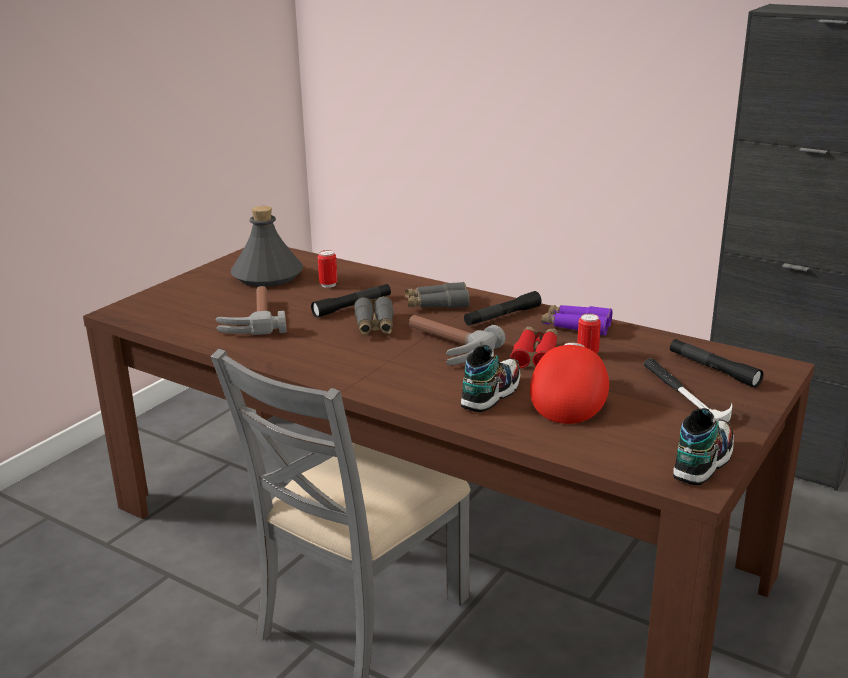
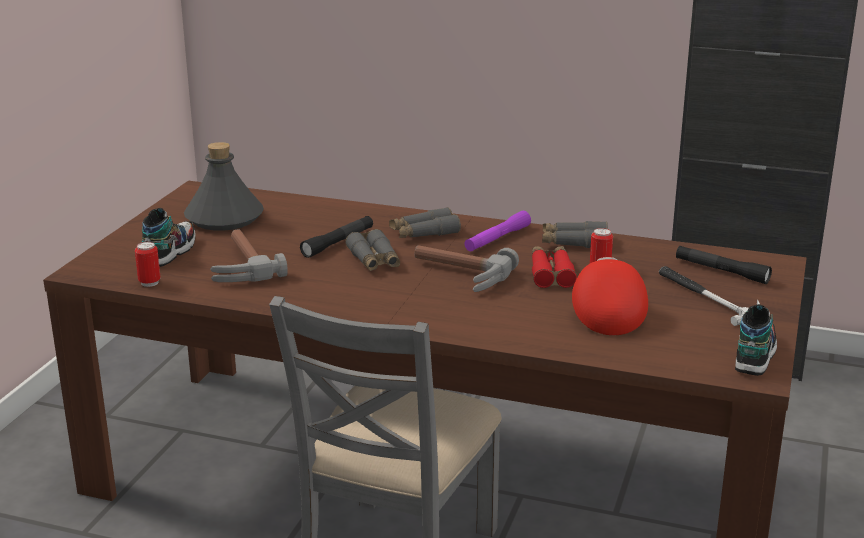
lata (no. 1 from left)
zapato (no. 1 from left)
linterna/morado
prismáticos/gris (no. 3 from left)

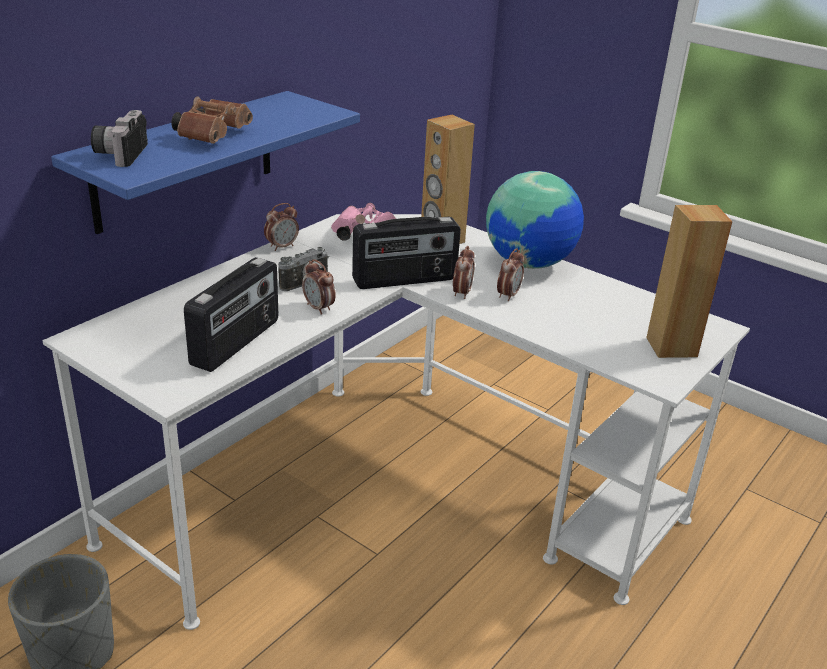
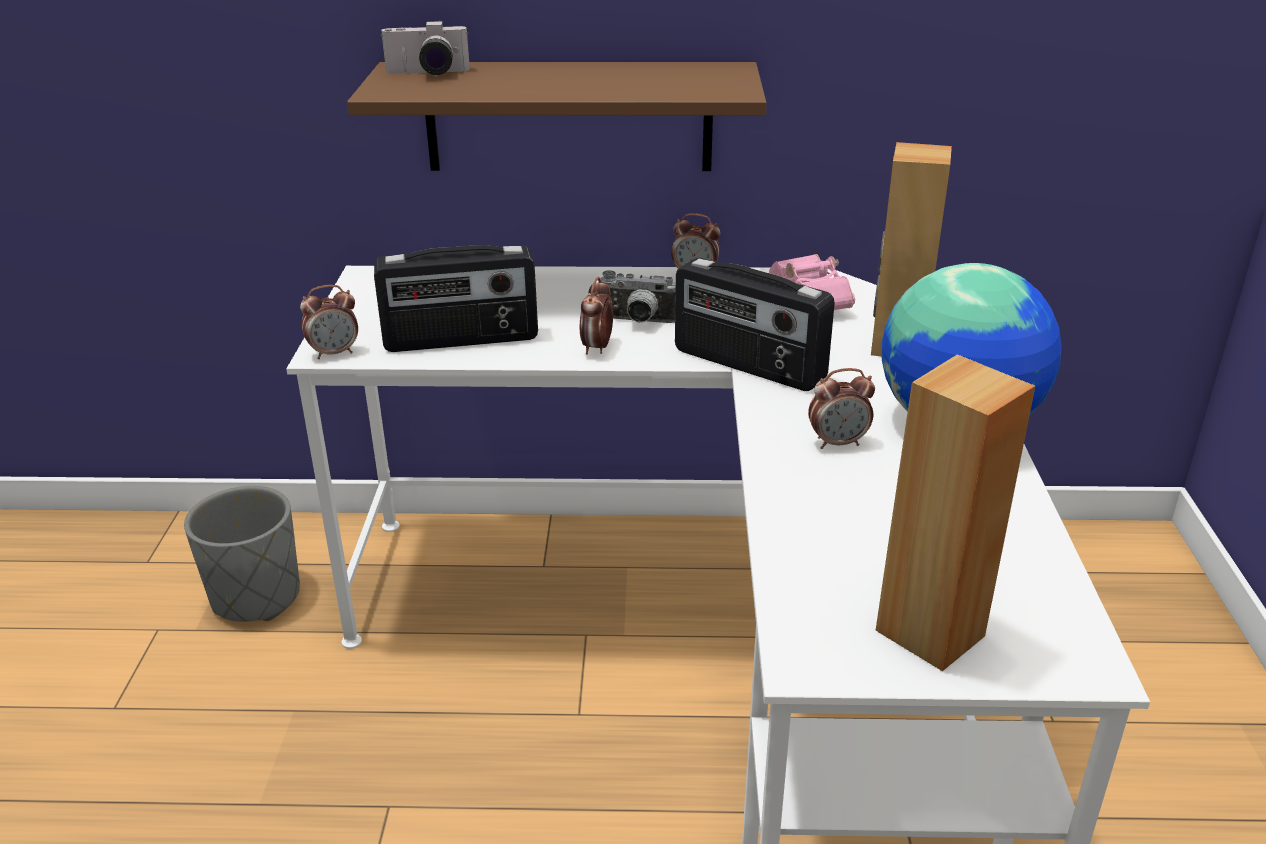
despertador (no. 1 from left)
estante/marrón
cámara (no. 1 from left)
prismáticos/marrón

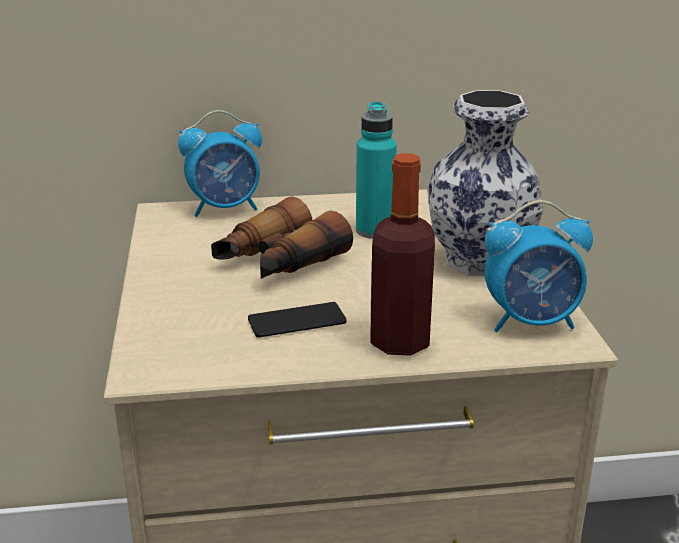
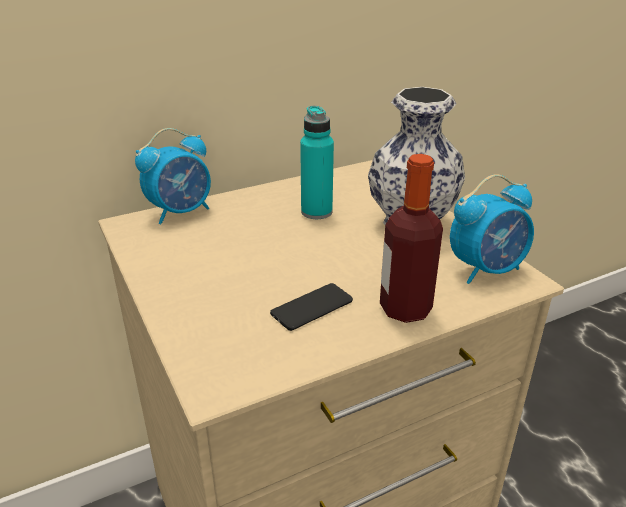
prismáticos

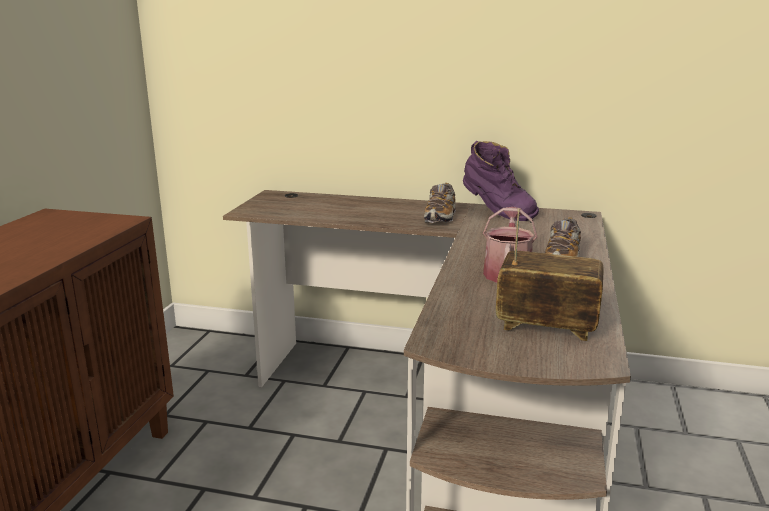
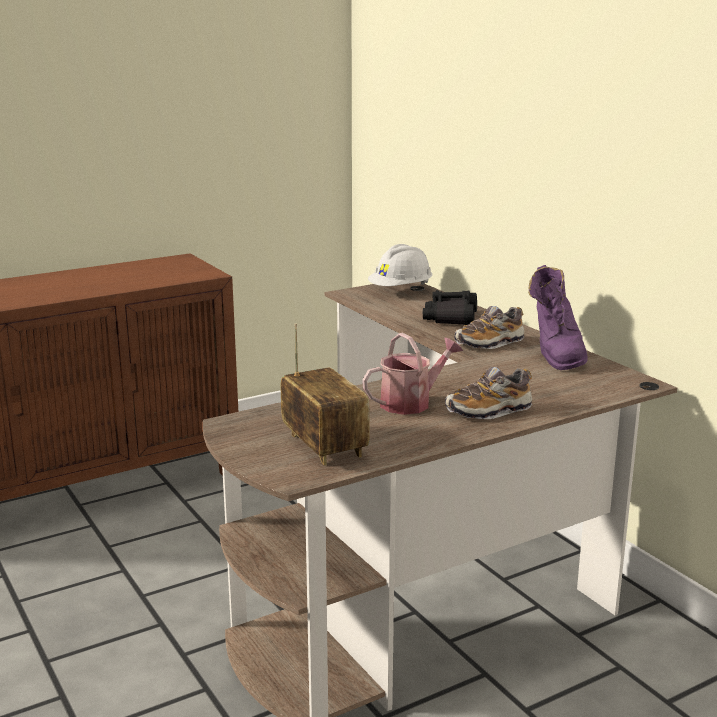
casco/blanco
prismáticos/negro

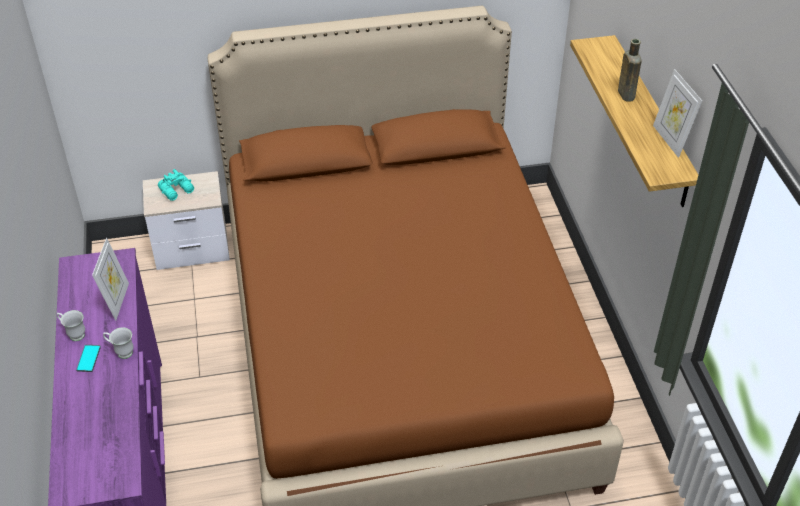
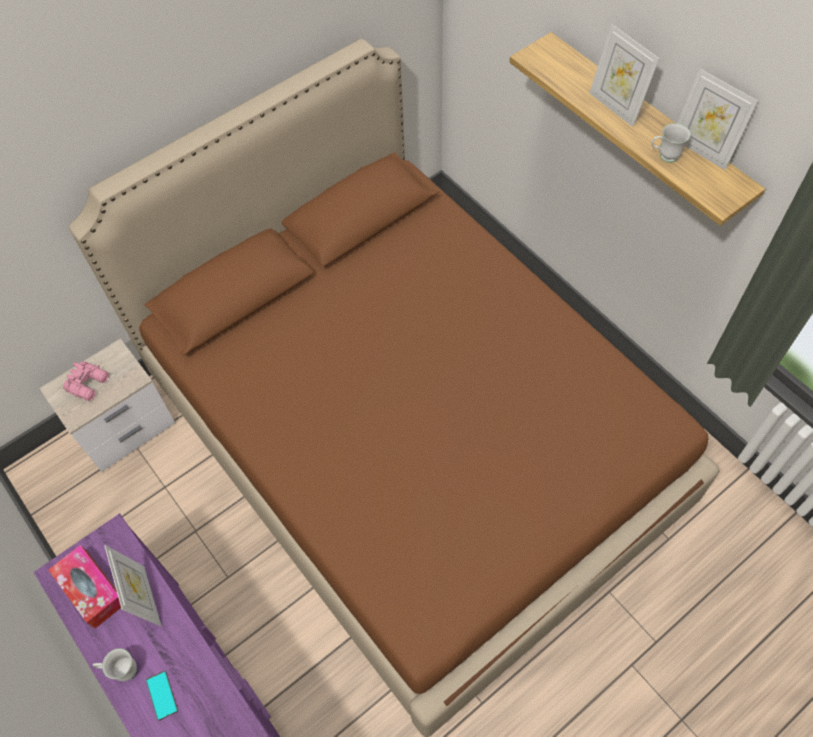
caja de pañuelos
prismáticos/rosa
portarretratos (no. 2 from left)
taza grande/blanco (no. 2 from left)

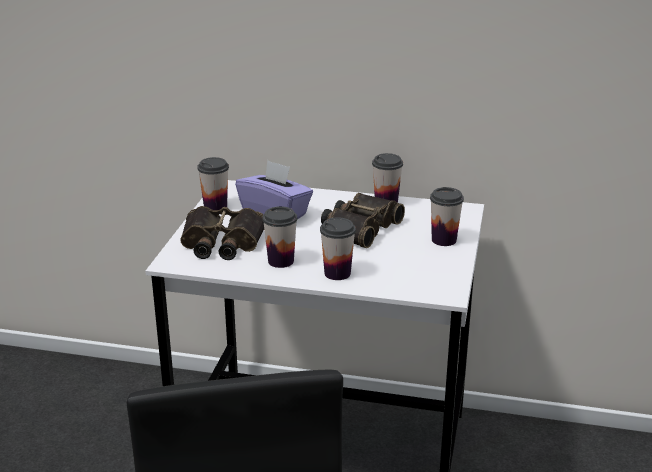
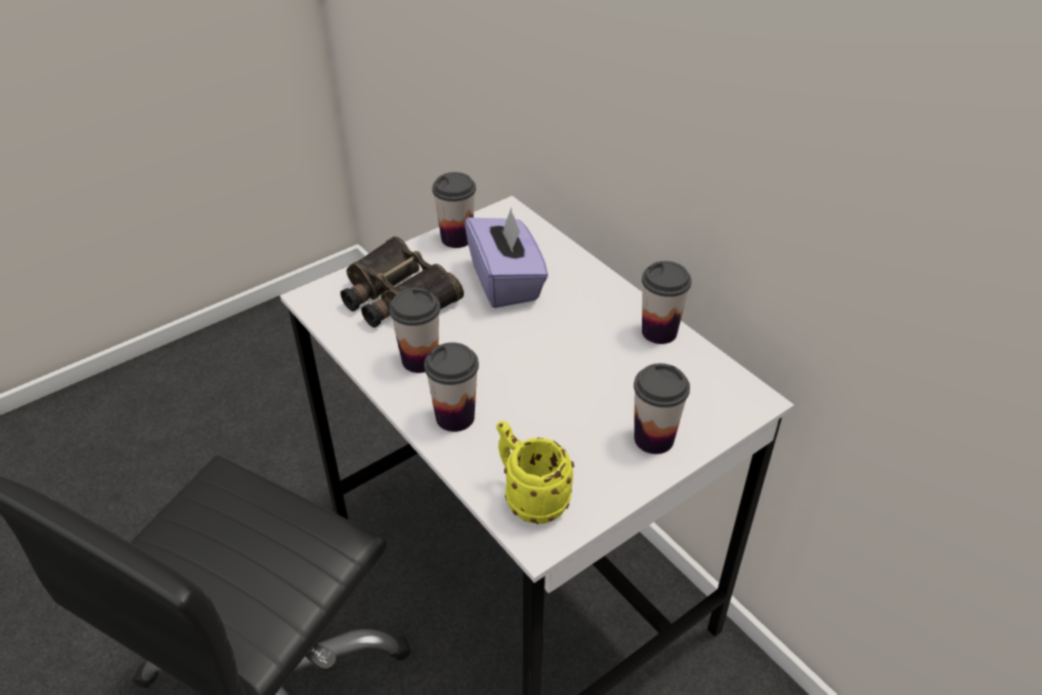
taza grande/amarillo
prismáticos (no. 2 from left in the first image)

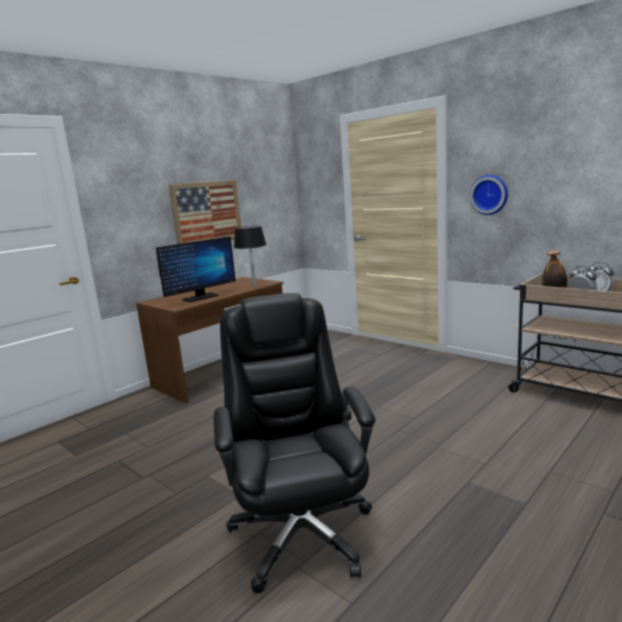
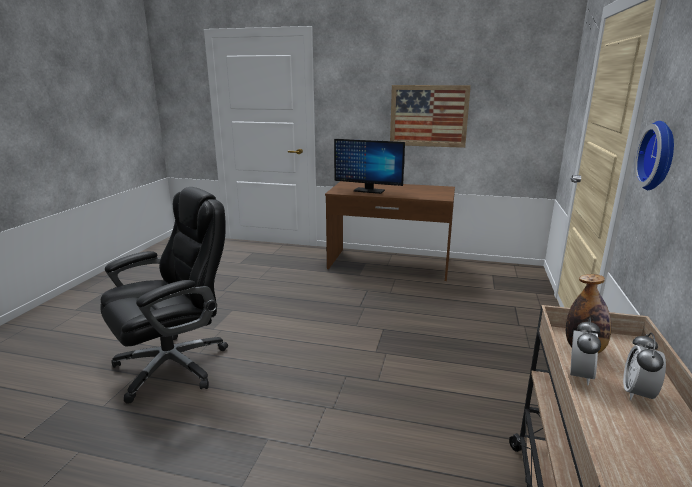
lámpara de mesa/negro

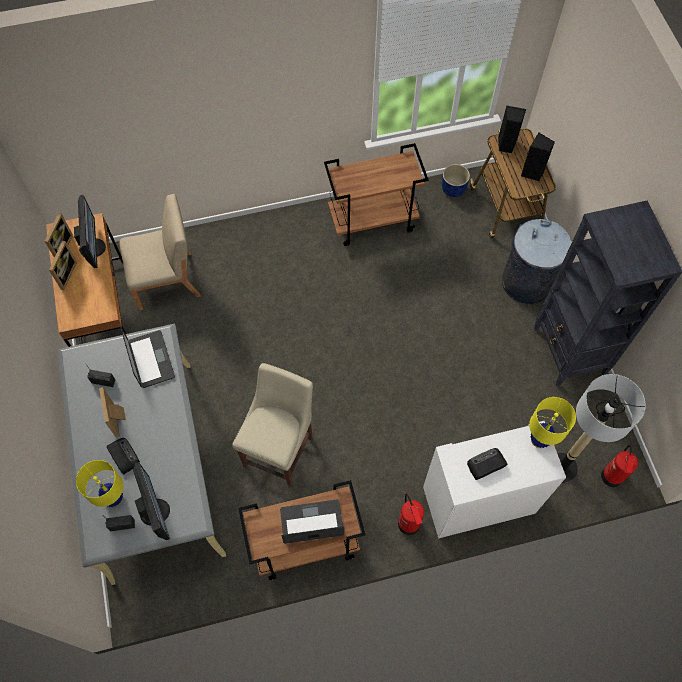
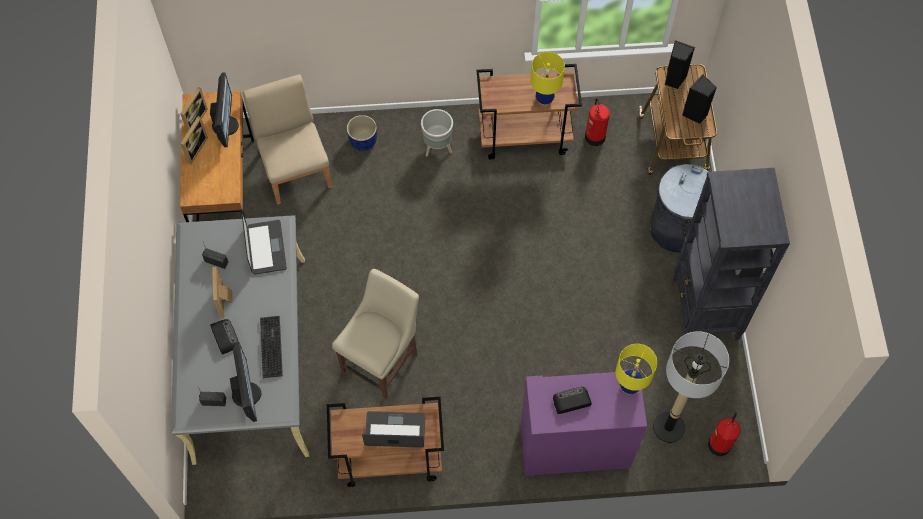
silla/beis (no. 1 from left)
teclado
maceta/azul
maceta/gris
armario/morado
lámpara de mesa/amarillo (no. 1 from left)
extintor (no. 1 from left)

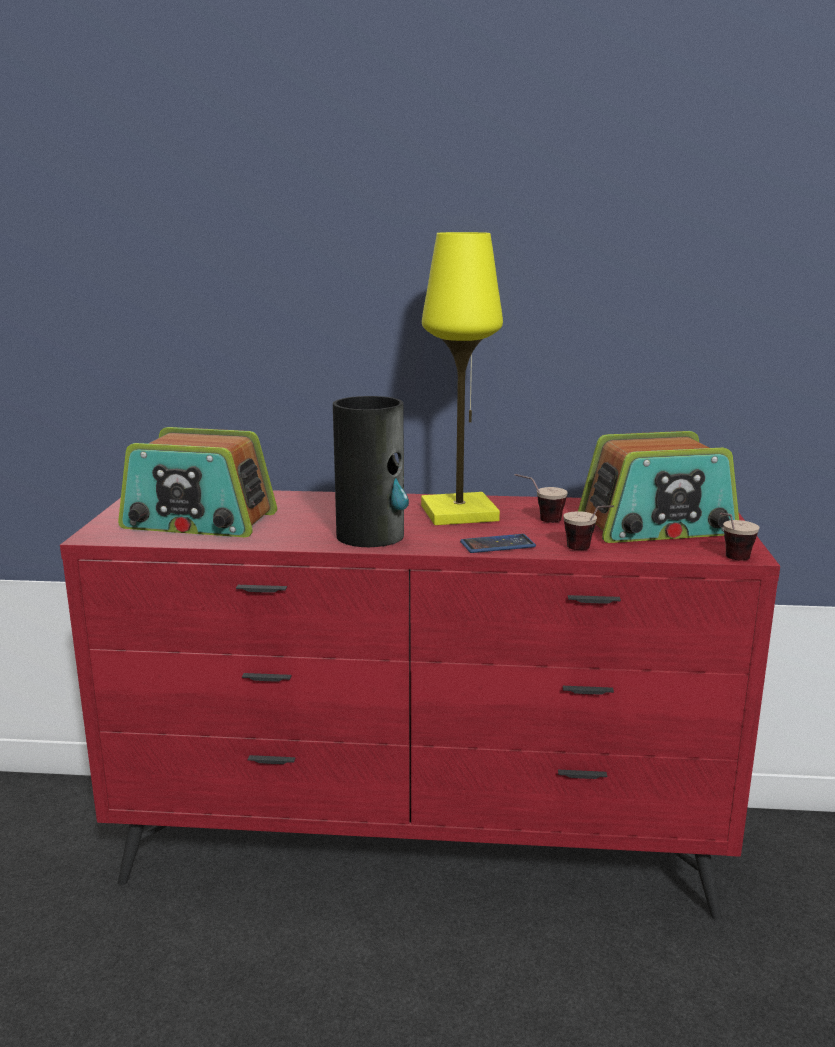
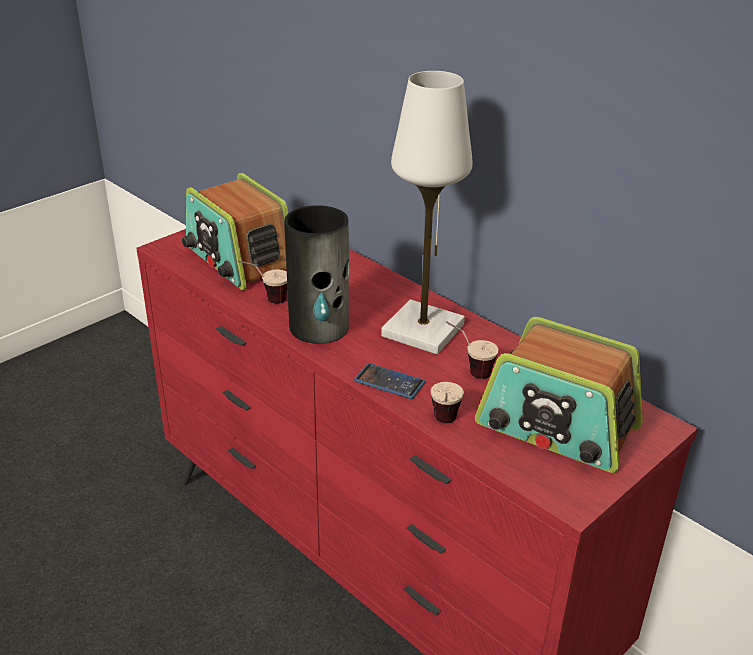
taza (no. 1 from left)
lámpara de mesa/blanco

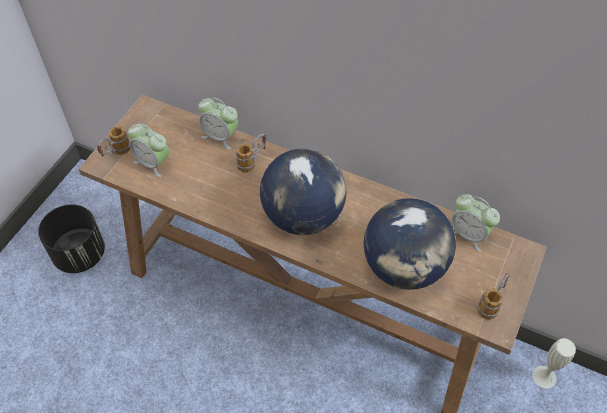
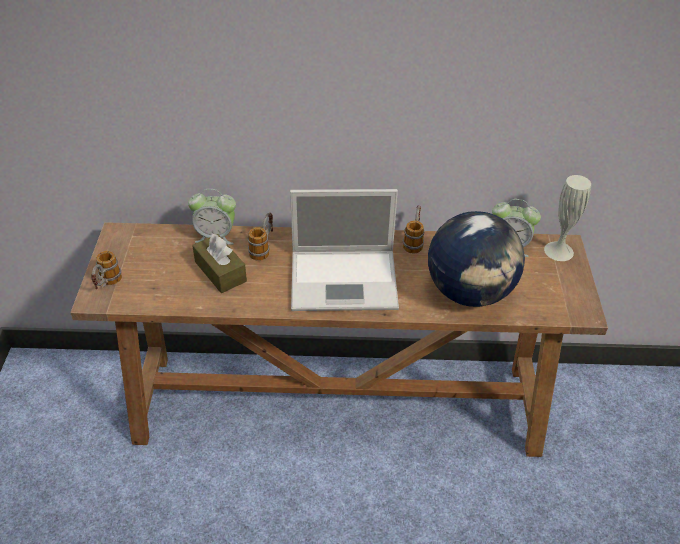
caja de pañuelos/marrón
portátil
taza grande (no. 3 from left)
florero/blanco
maceta/negro
despertador (no. 1 from left in the first image)

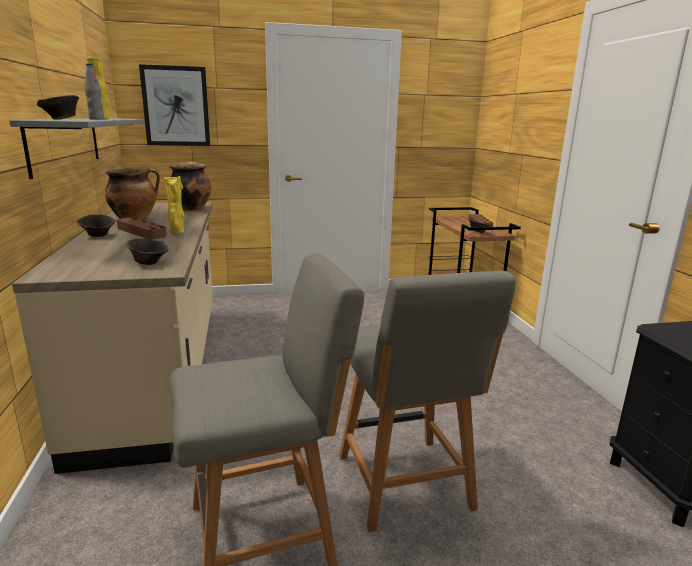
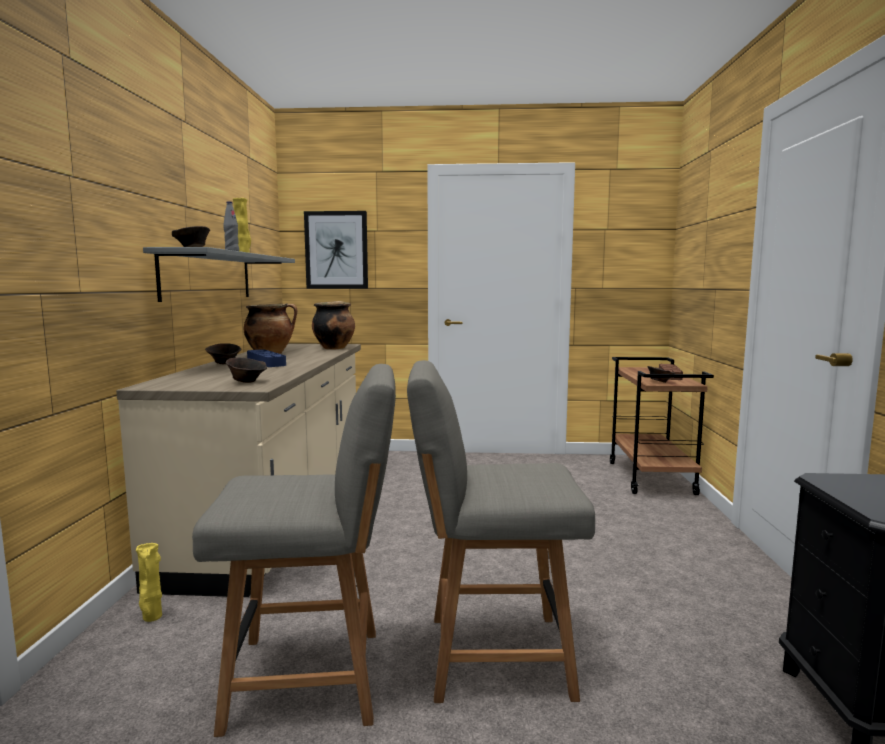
florero/amarillo (no. 1 from left)
bandeja/azul
silla/gris (no. 2 from left)

